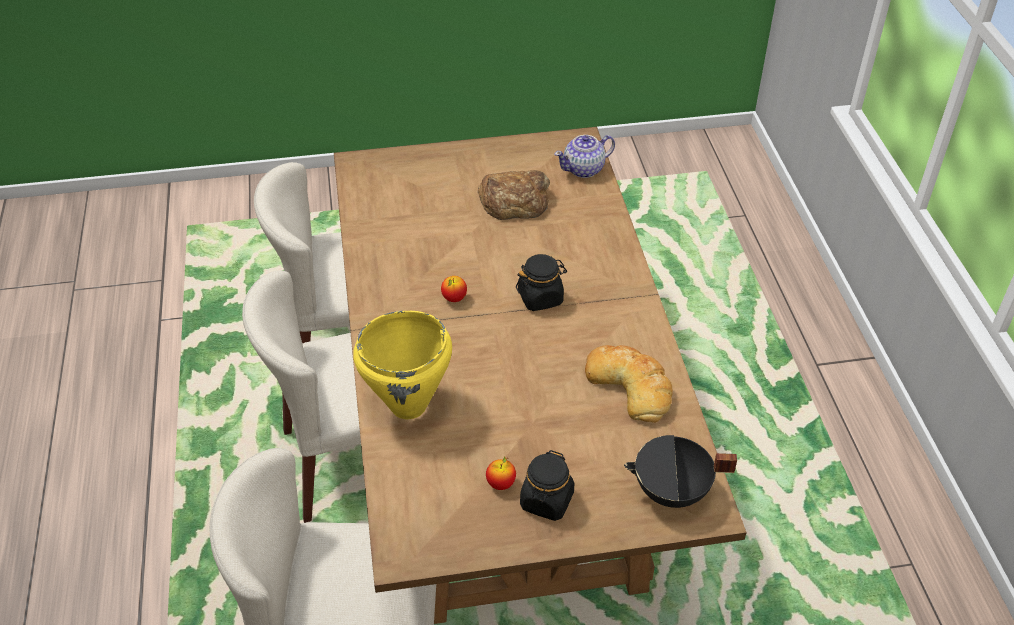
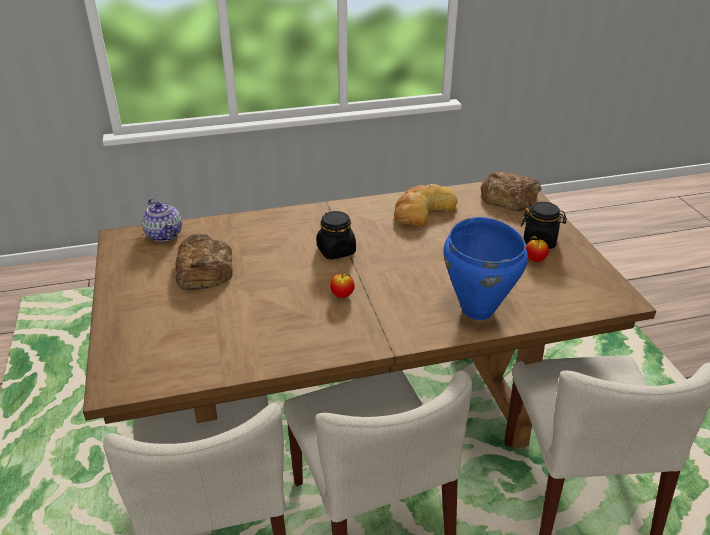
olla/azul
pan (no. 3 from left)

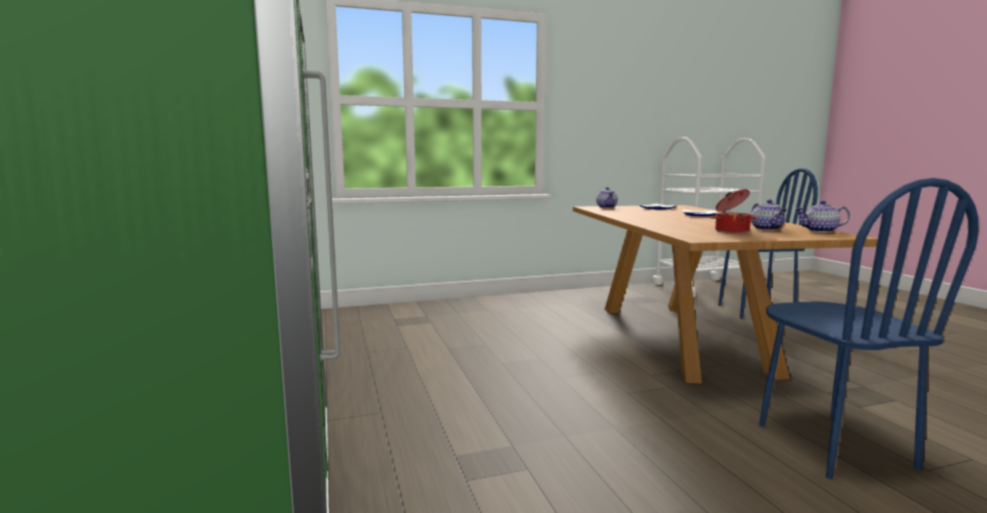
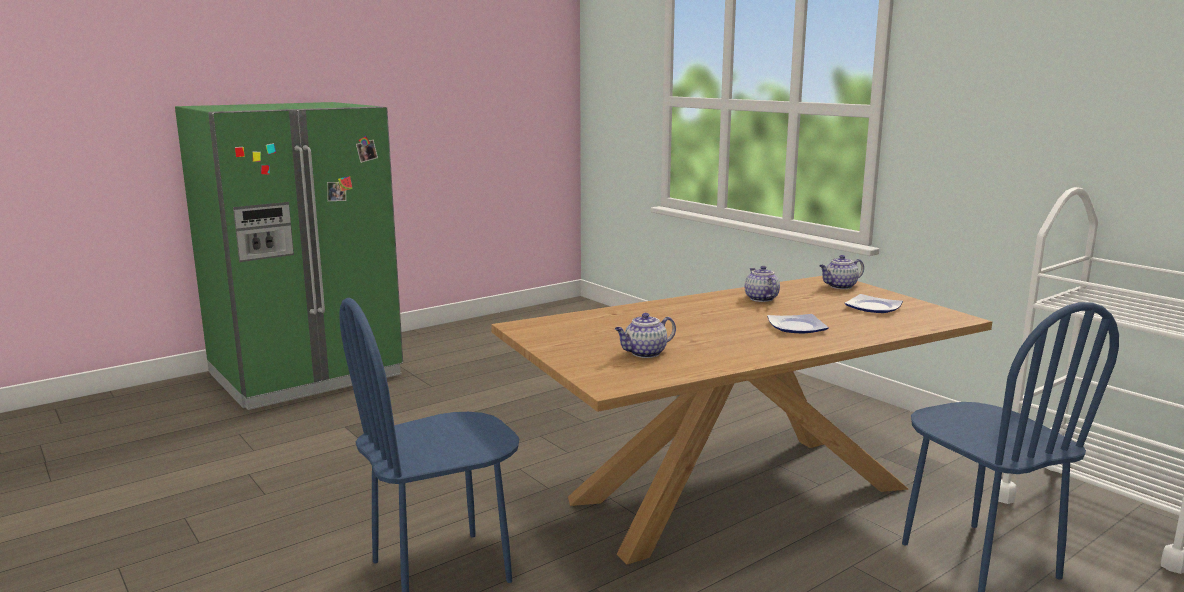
tetera (no. 2 from left)
olla

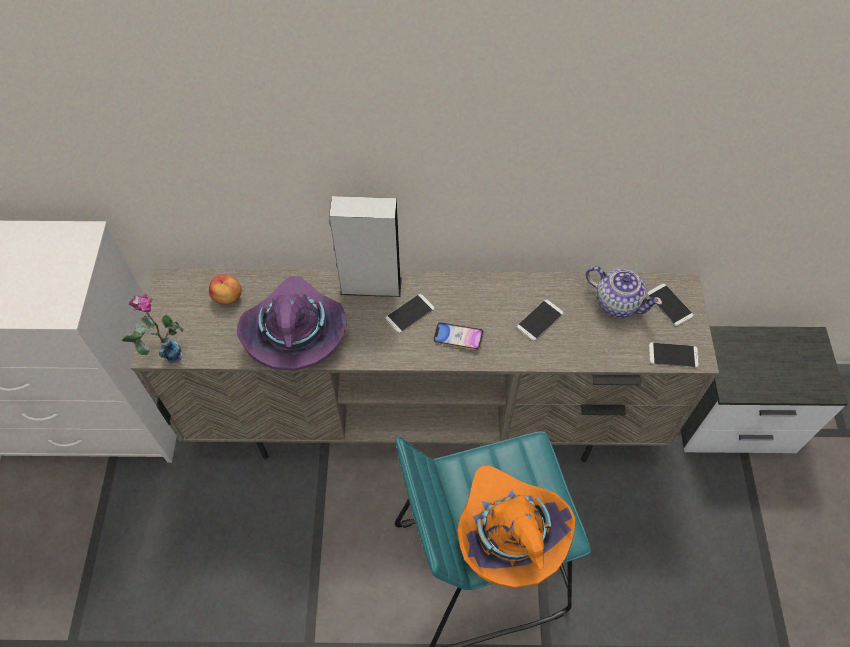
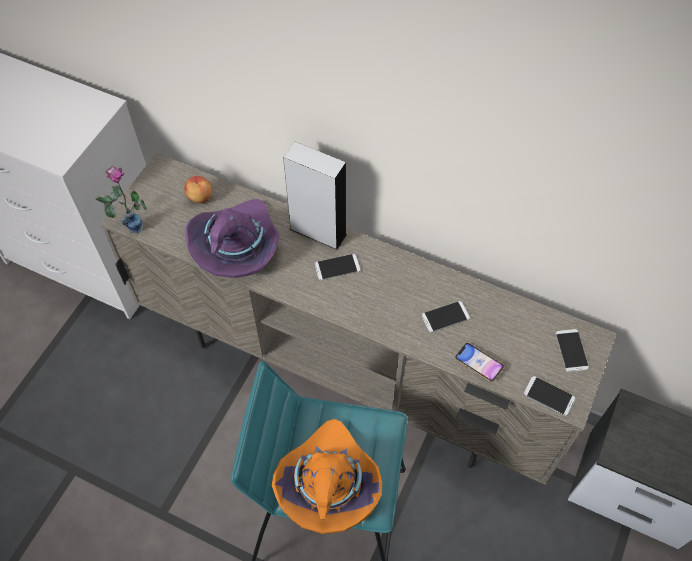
móvil (no. 3 from left)
tetera

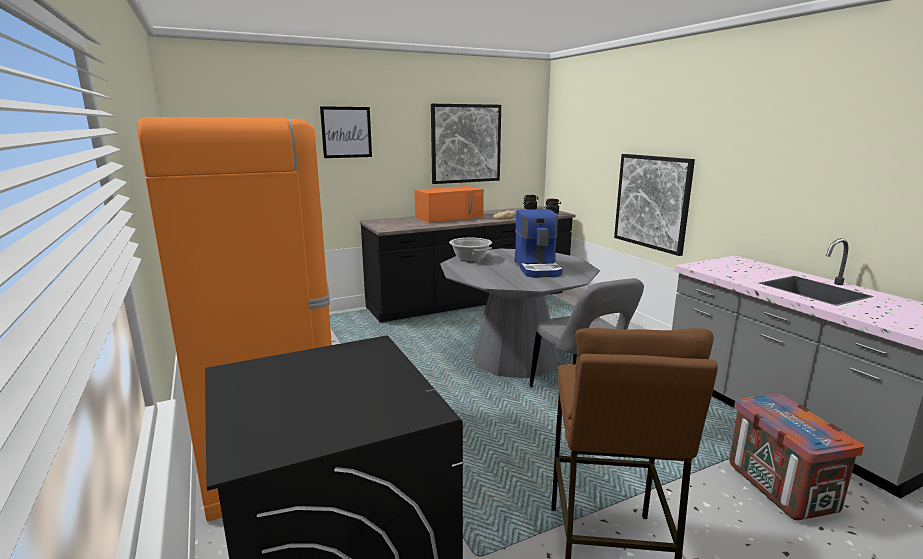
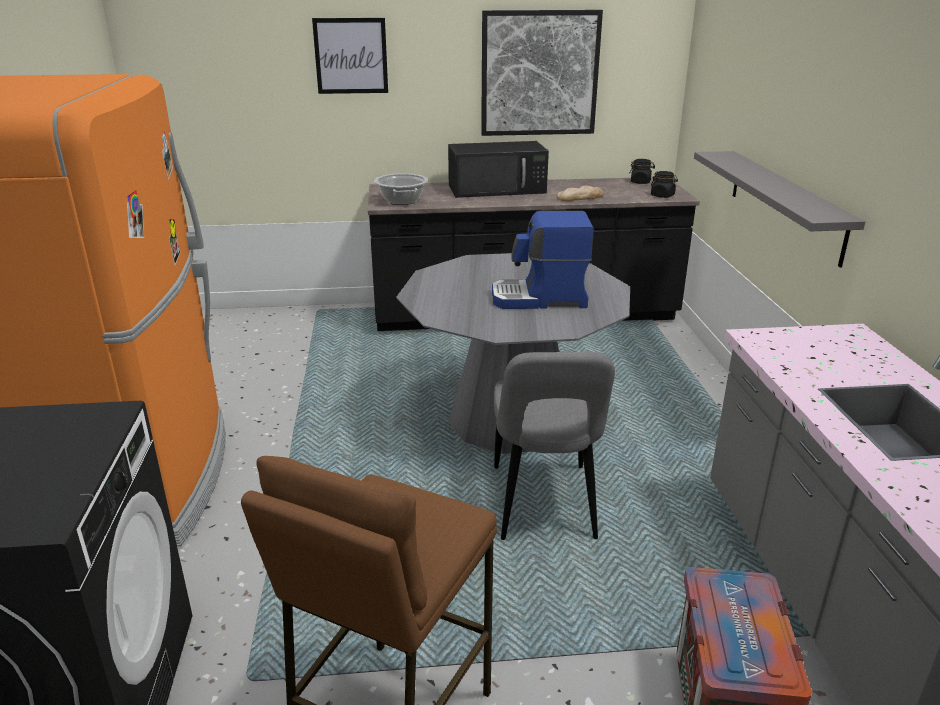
olla
microondas/negro
cafetera
estante/gris

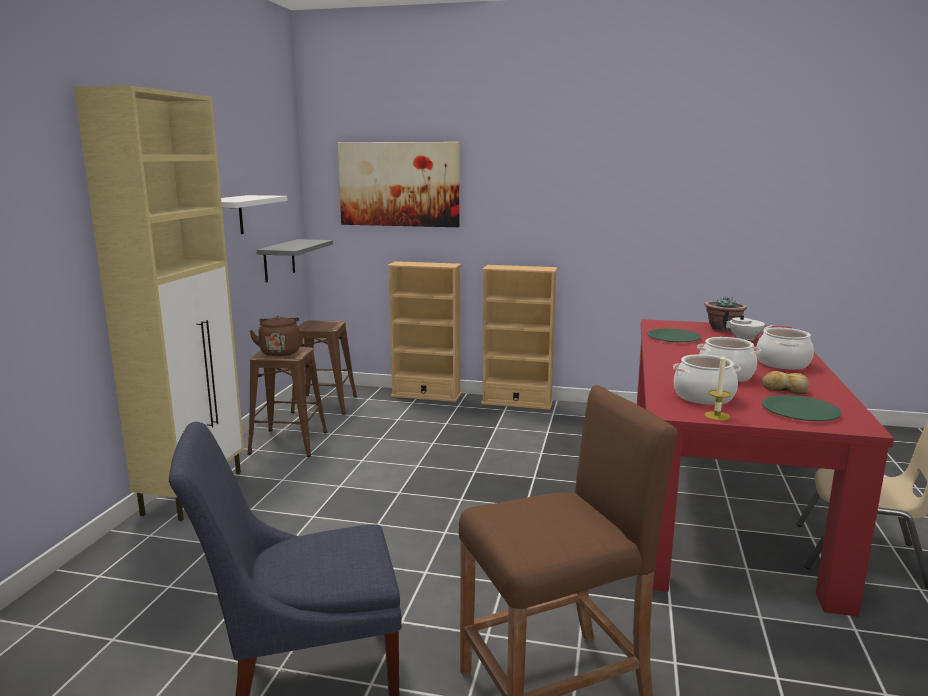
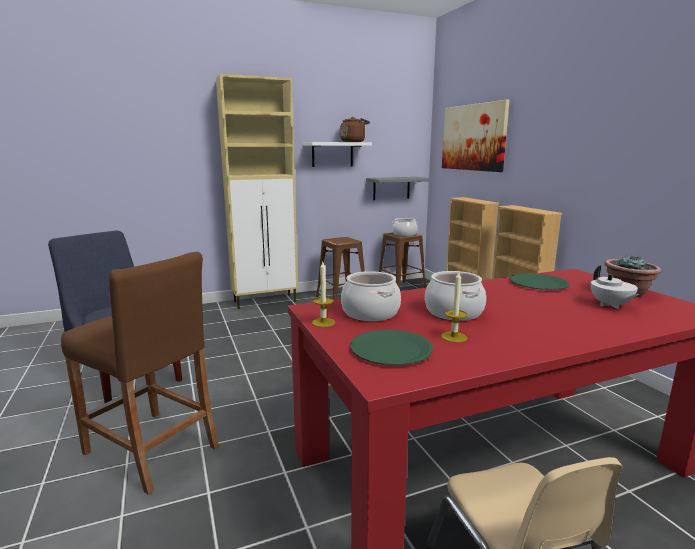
hervidor/marrón
olla (no. 2 from left)
vela (no. 2 from left)

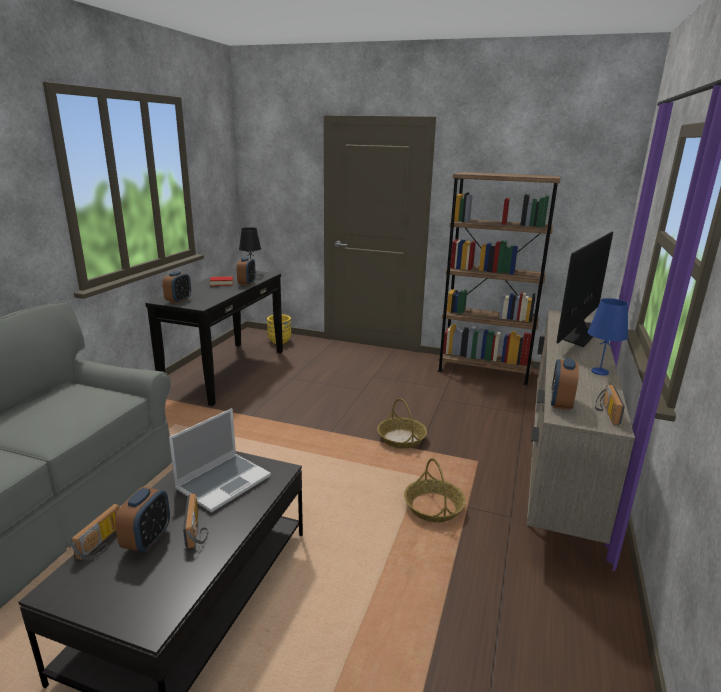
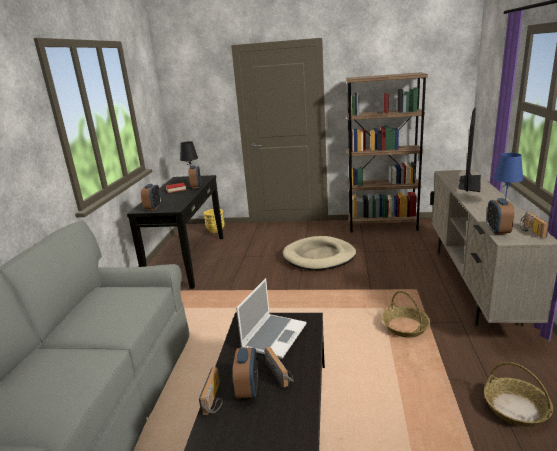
cama para perro/beis
cesta (no. 2 from left)

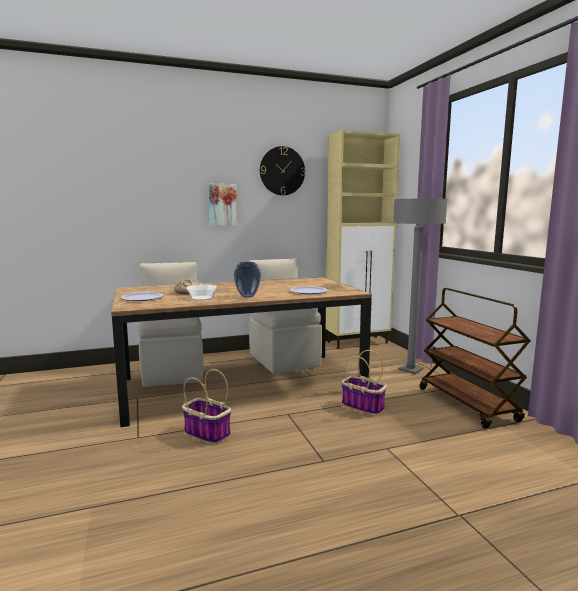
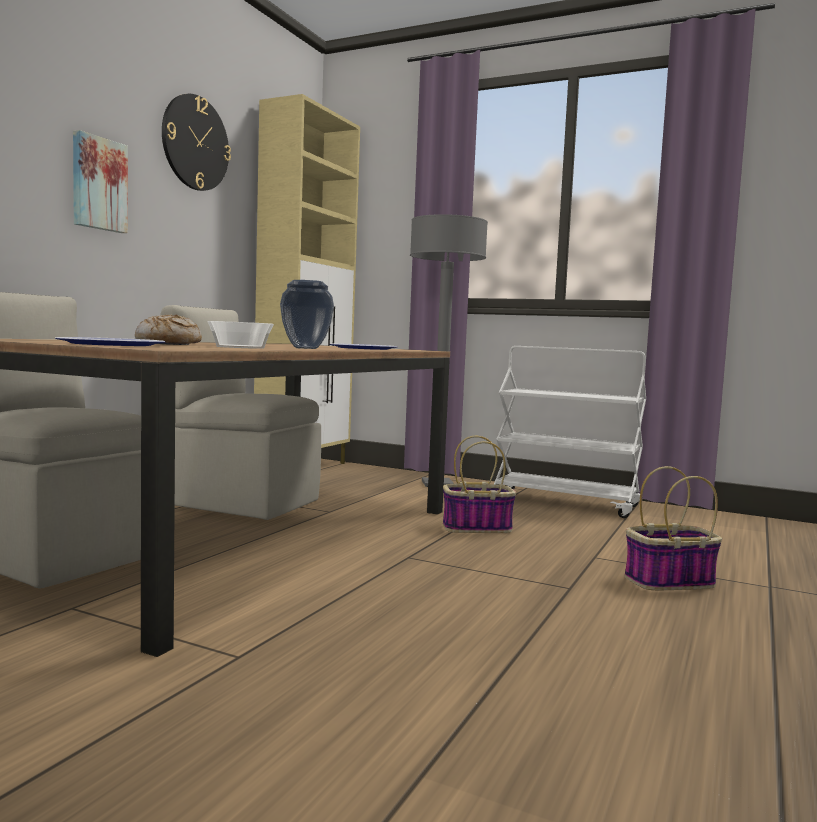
carrito/blanco
cesta (no. 2 from left)

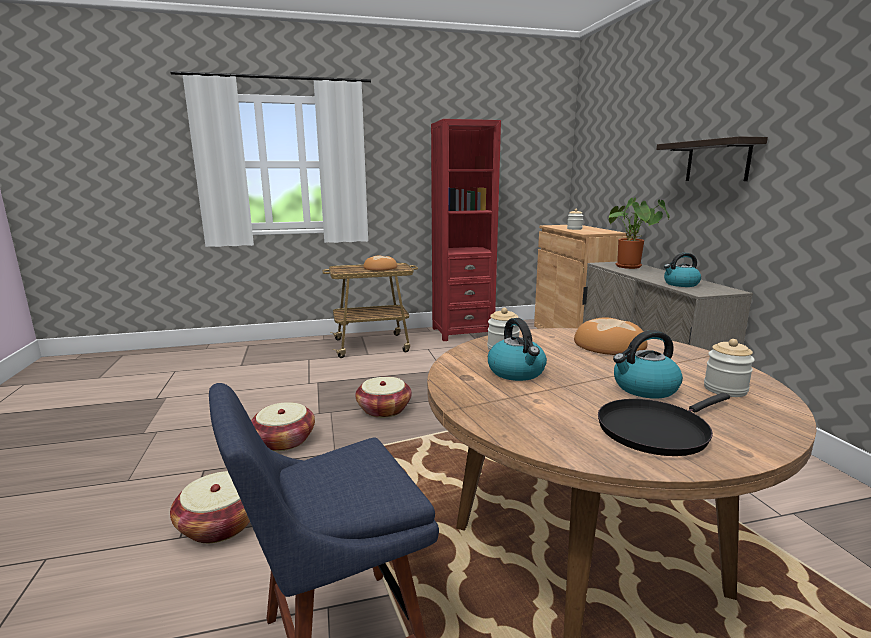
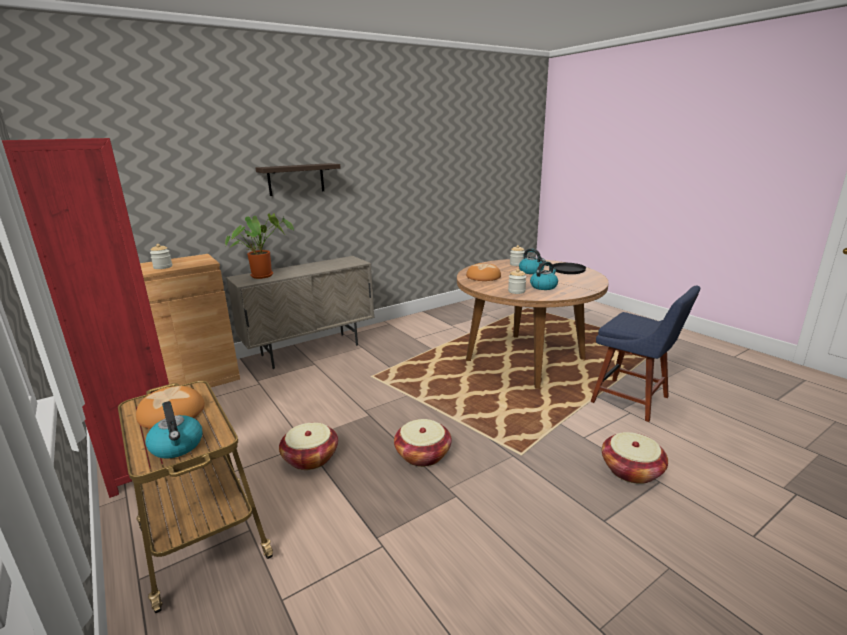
hervidor (no. 1 from left)
cesta (no. 1 from left)

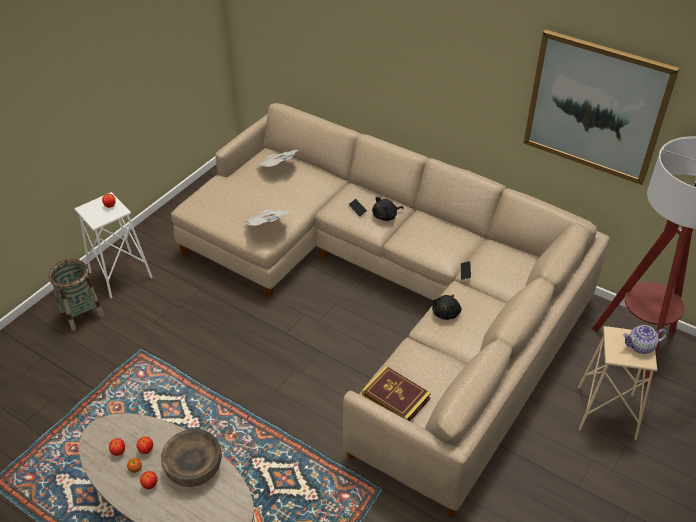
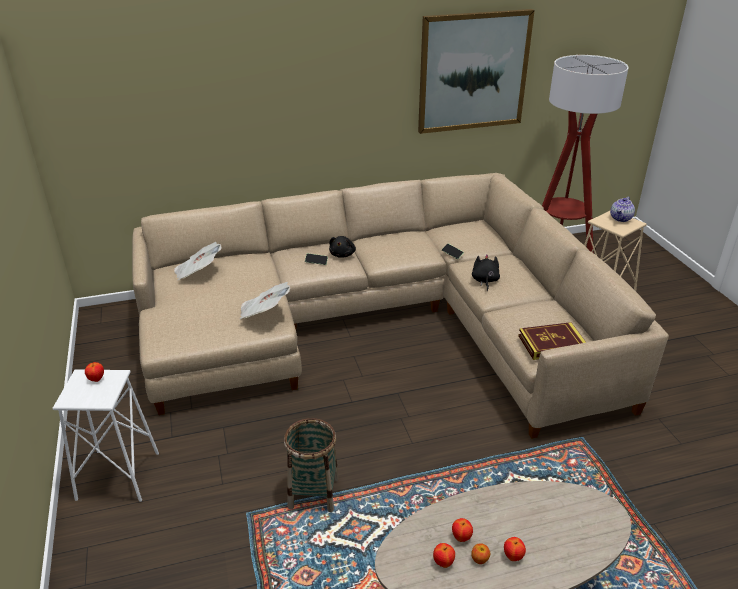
cesta
peluche/negro (no. 2 from left)
cuenco/marrón

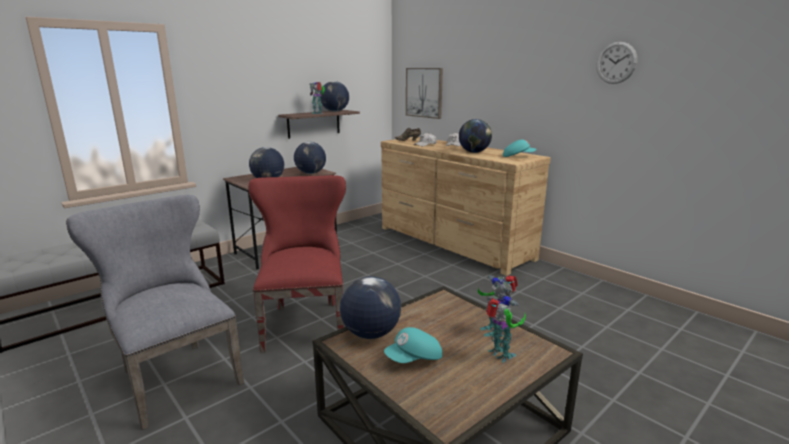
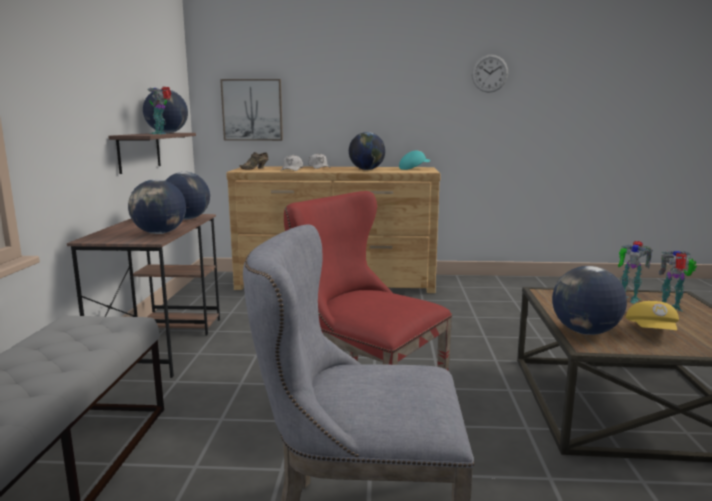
gorra/amarillo

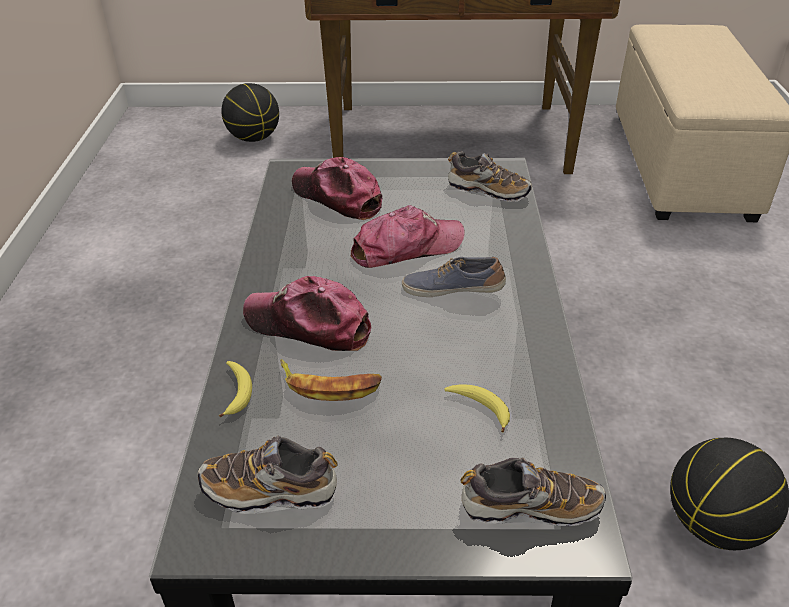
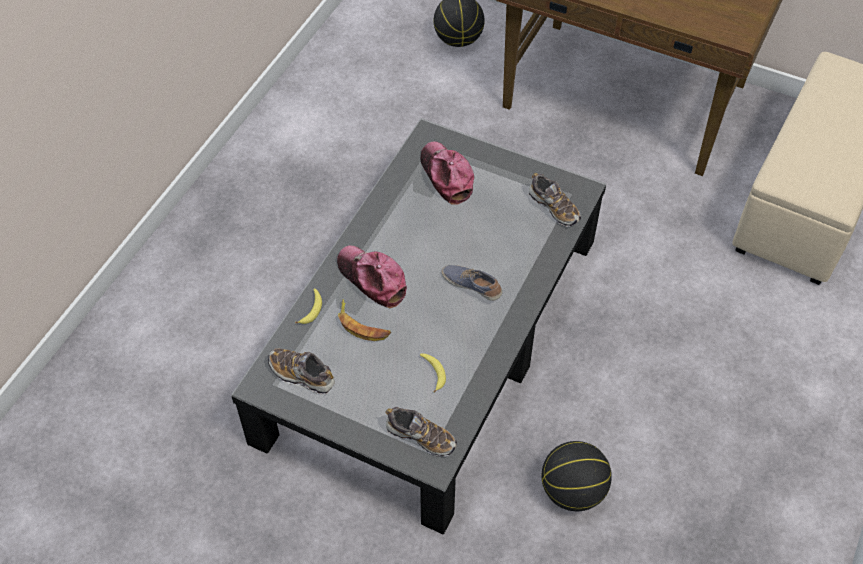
gorra (no. 3 from left in the first image)

